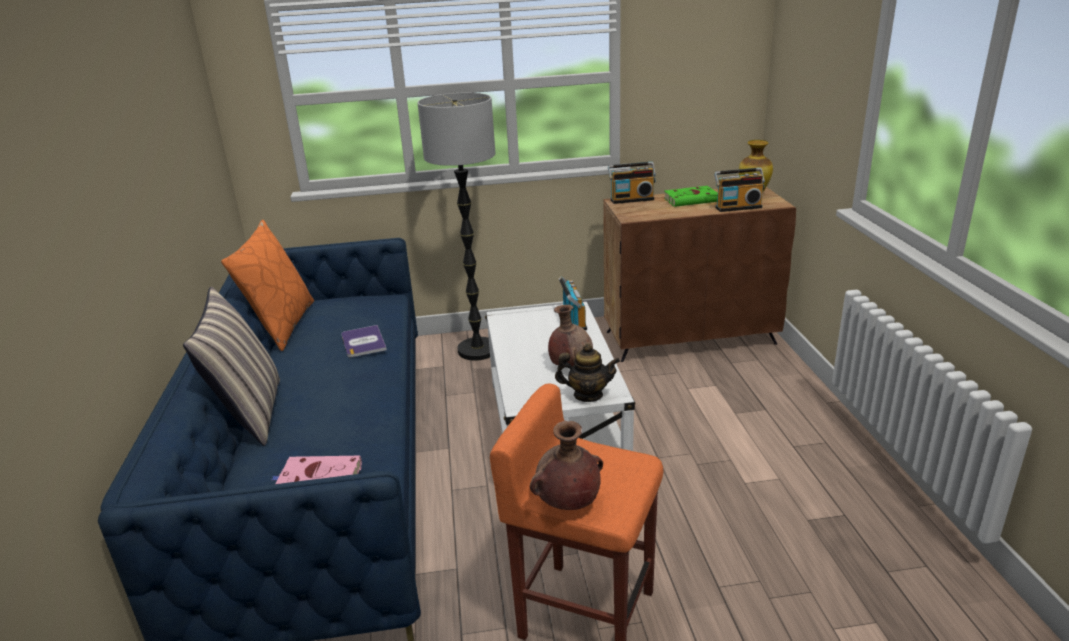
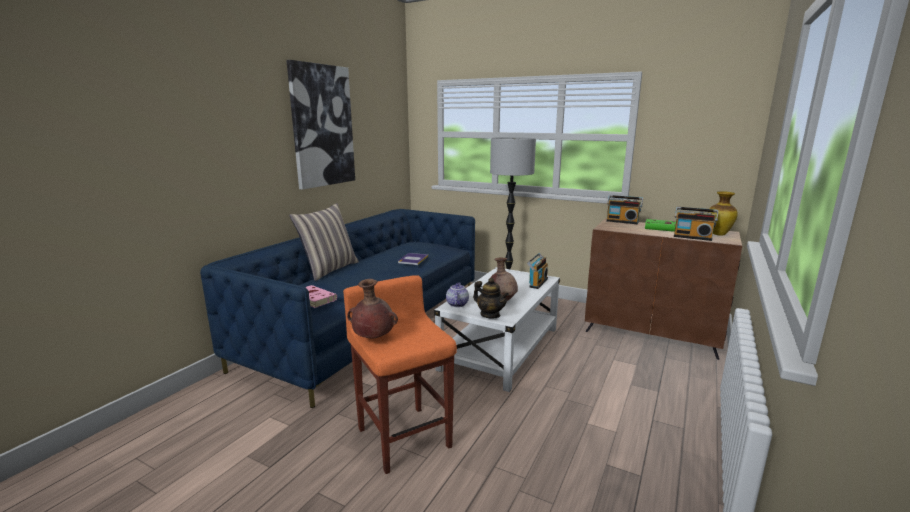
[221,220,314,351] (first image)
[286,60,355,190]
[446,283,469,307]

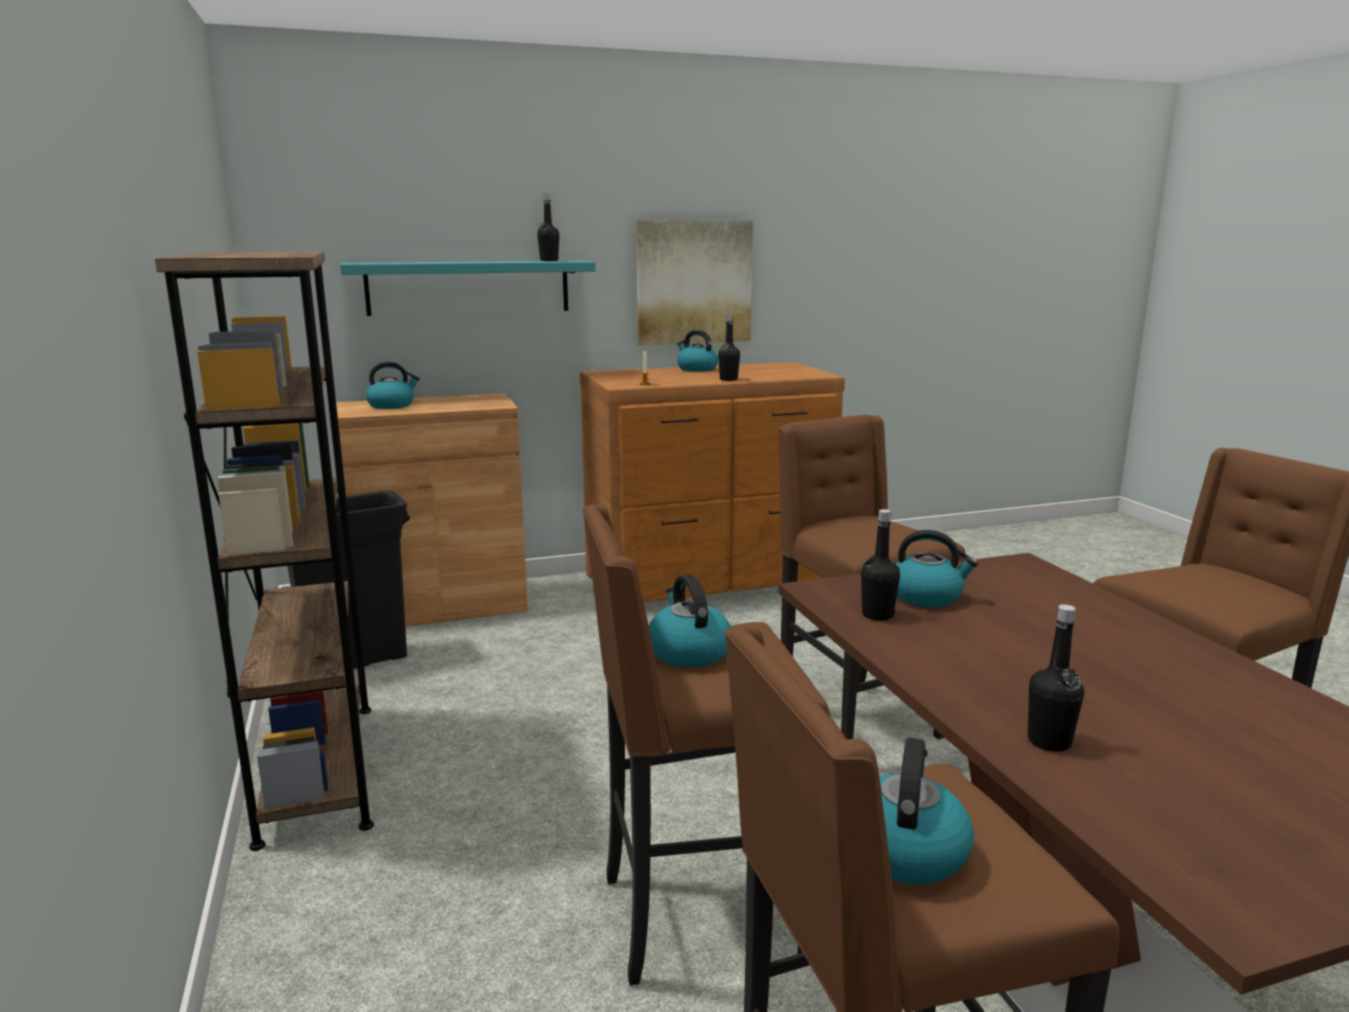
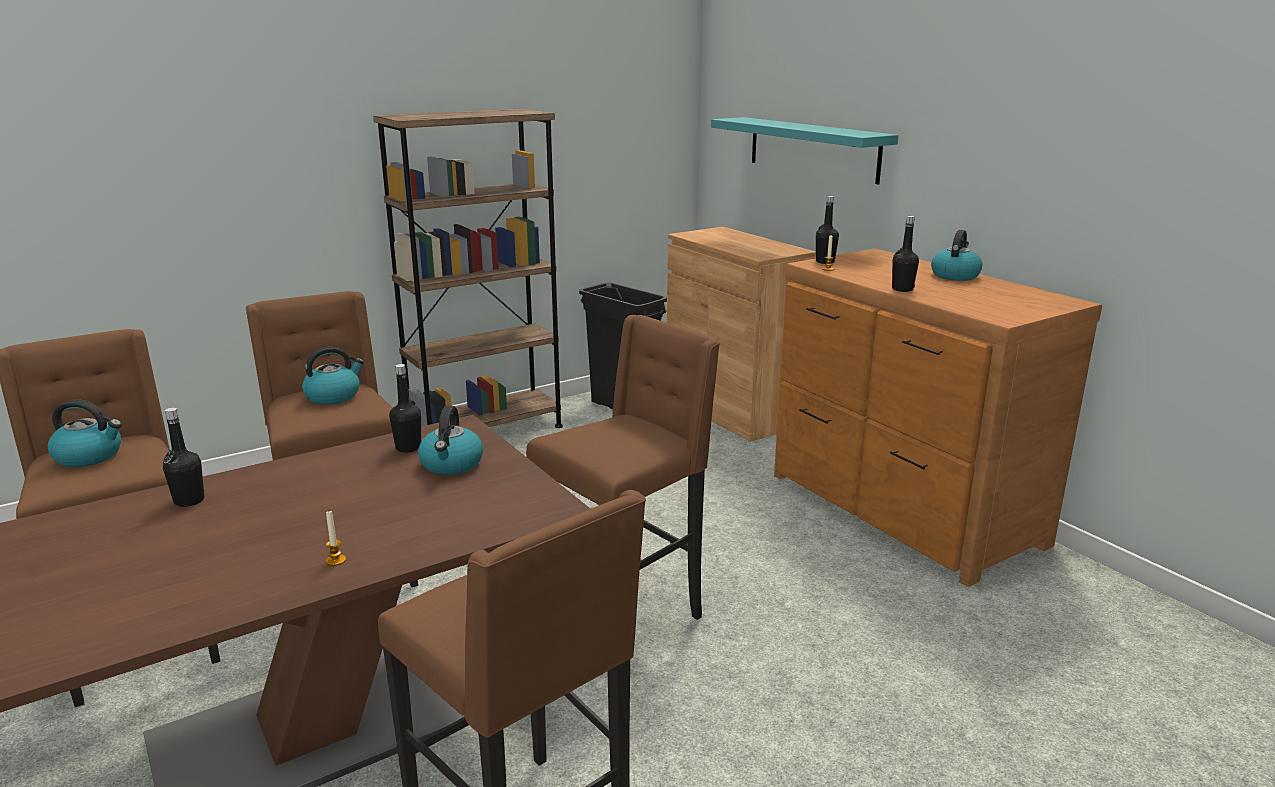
[366,362,420,409] (first image)
[636,220,753,345] (first image)
[326,511,346,566]
[816,196,839,264]

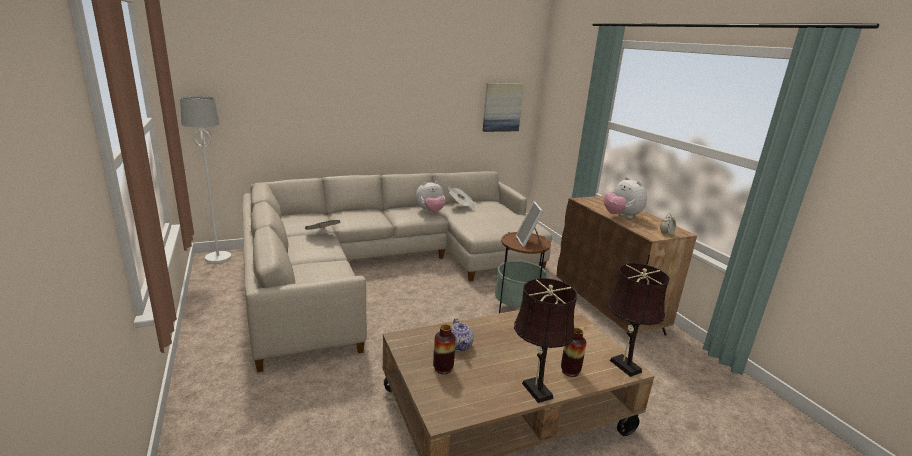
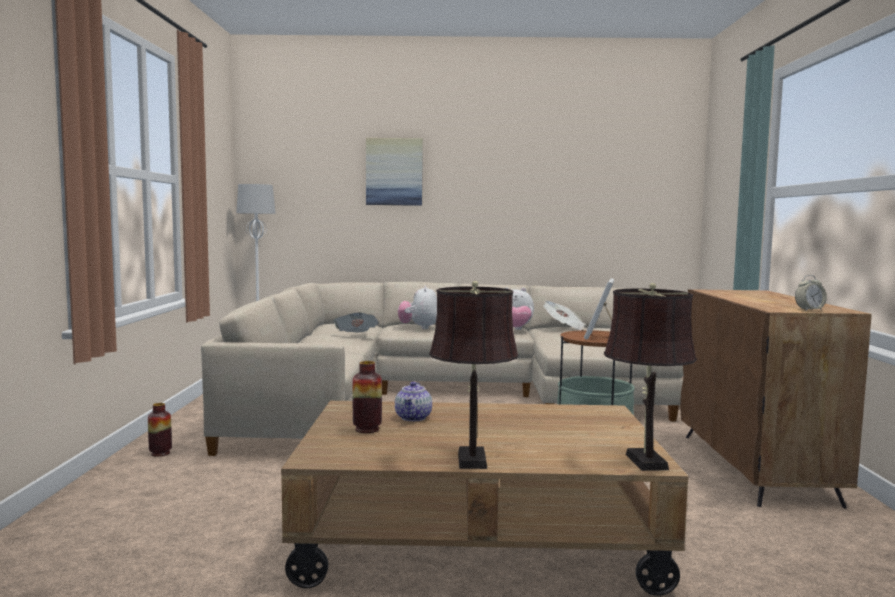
[366,138,423,206]
[148,403,172,457]
[398,286,437,329]

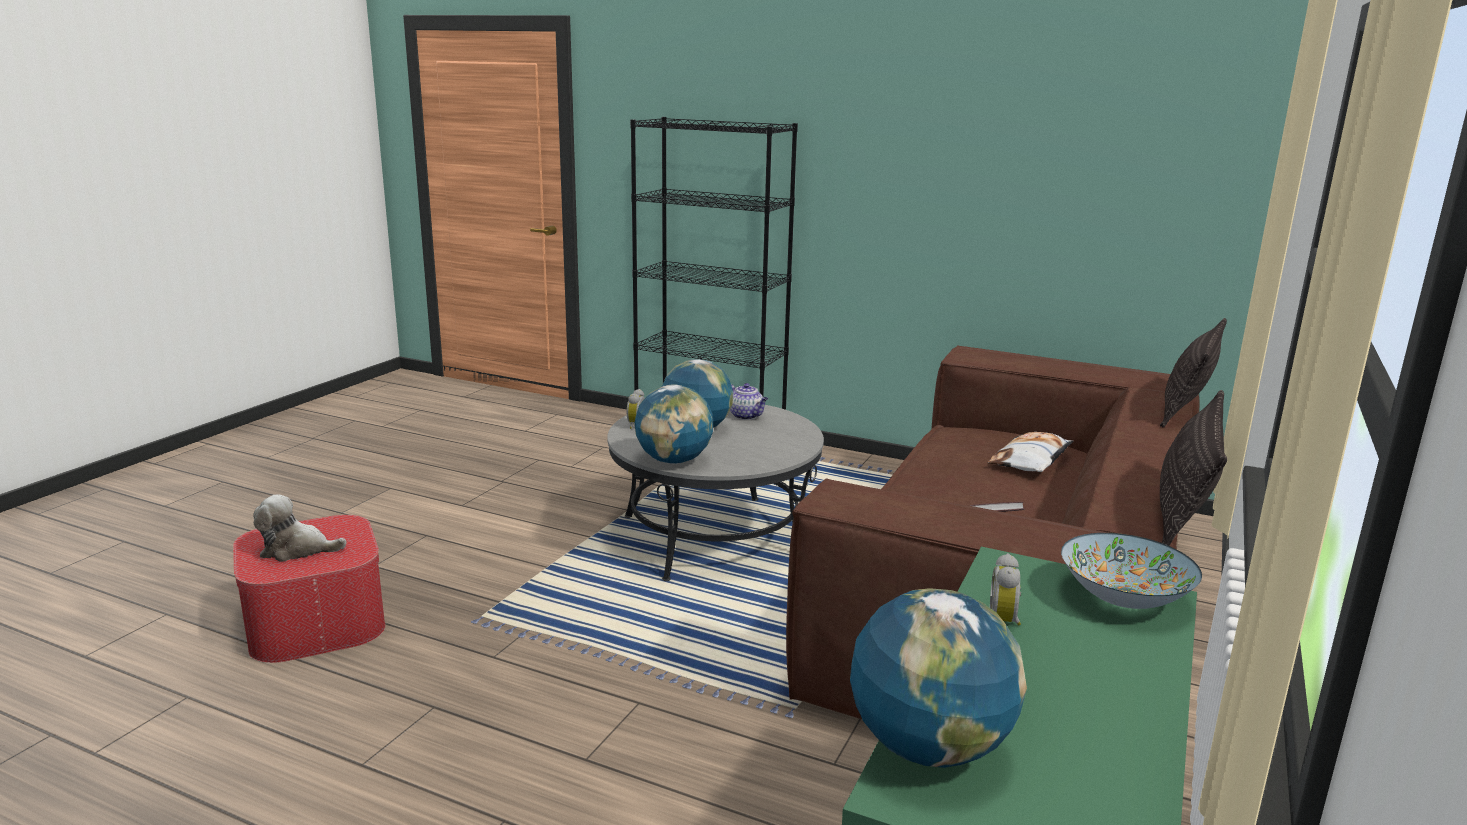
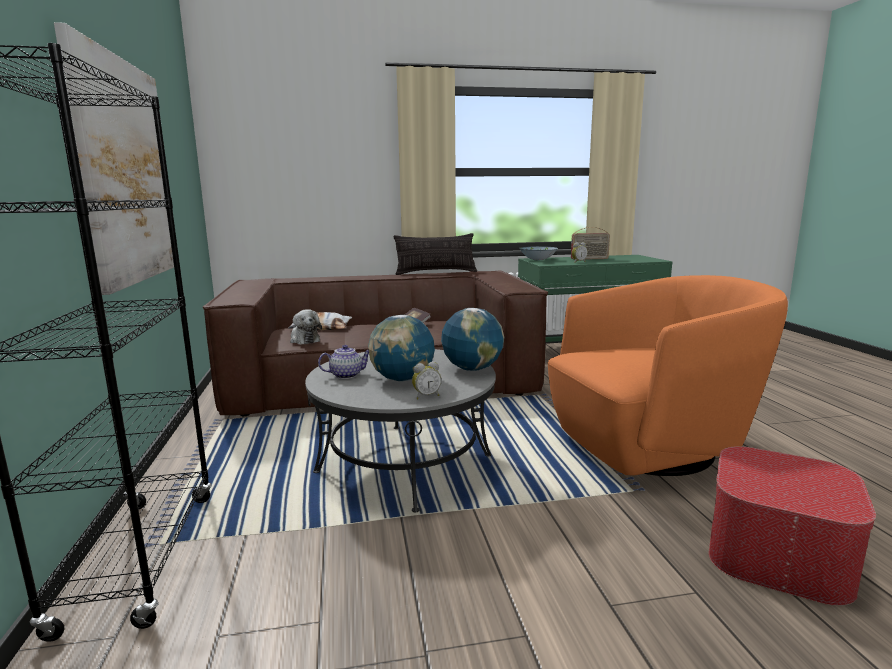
[850,588,1027,768] (first image)
[1160,318,1227,427] (first image)
[54,22,174,295]
[548,275,788,476]
[571,227,610,260]
[290,310,322,344]
[318,345,369,379]

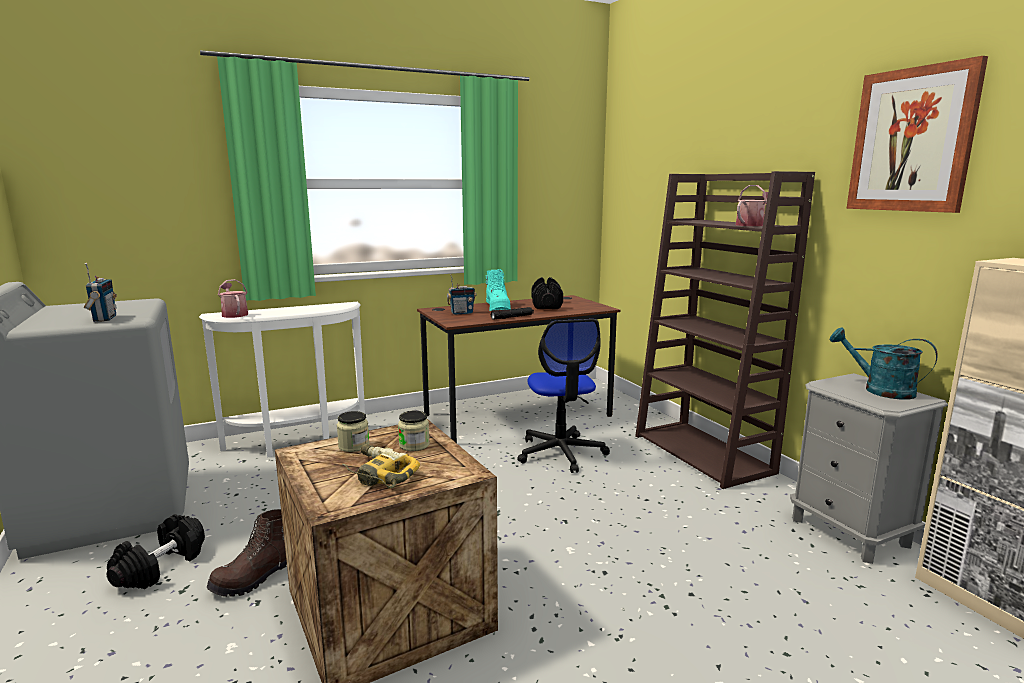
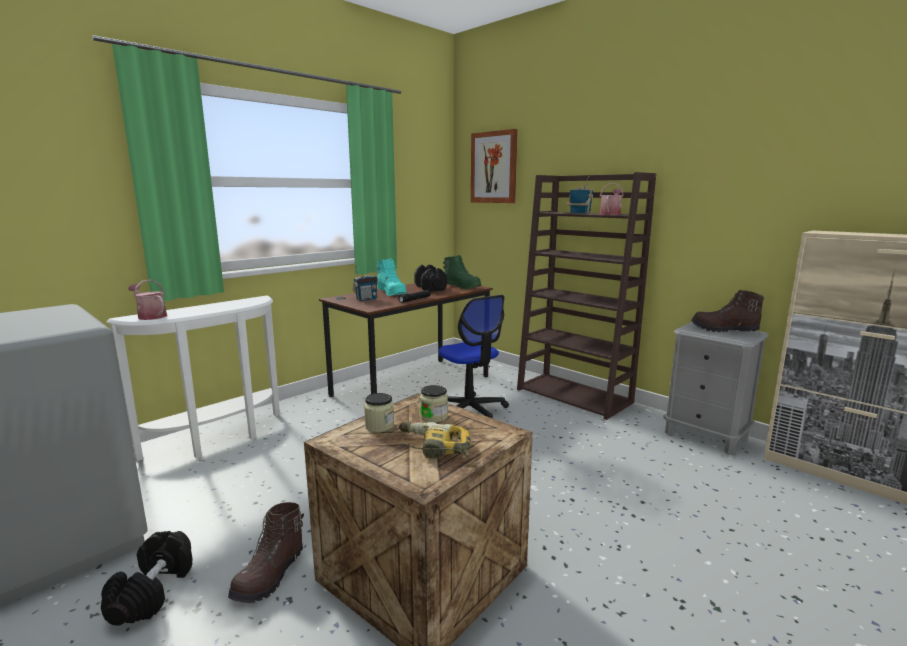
[443,255,481,289]
[567,176,593,213]
[471,129,518,203]
[691,290,764,332]

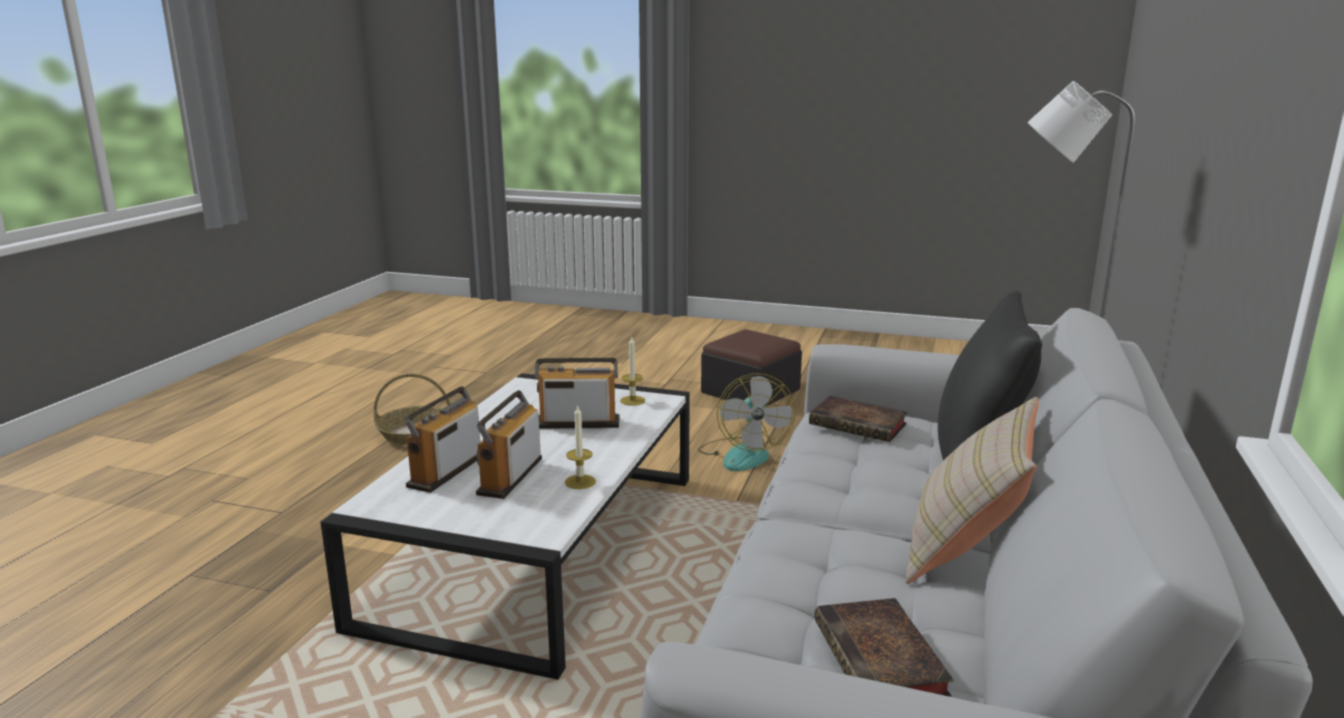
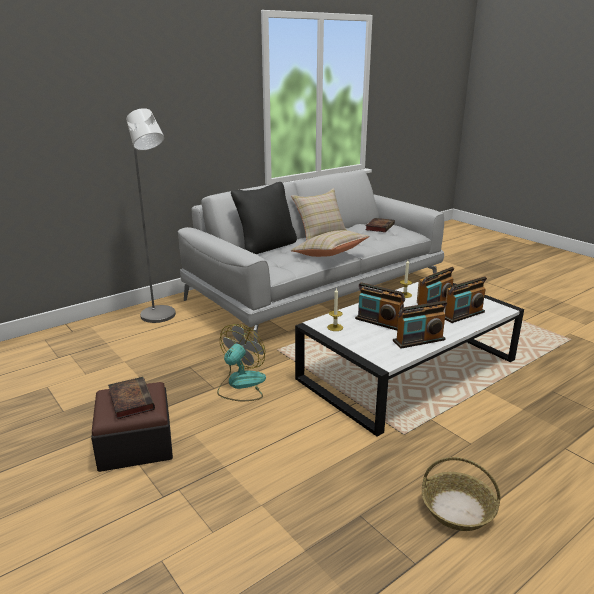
[291,230,370,257]
[393,301,447,349]
[108,377,155,419]

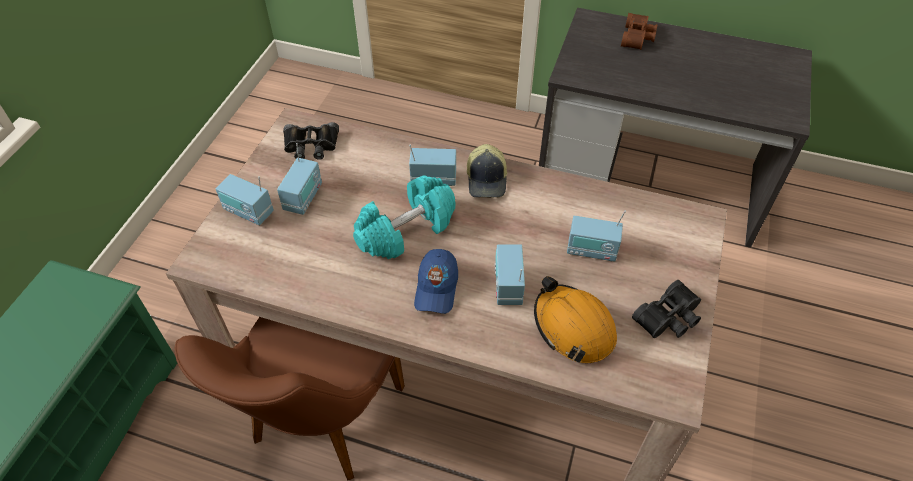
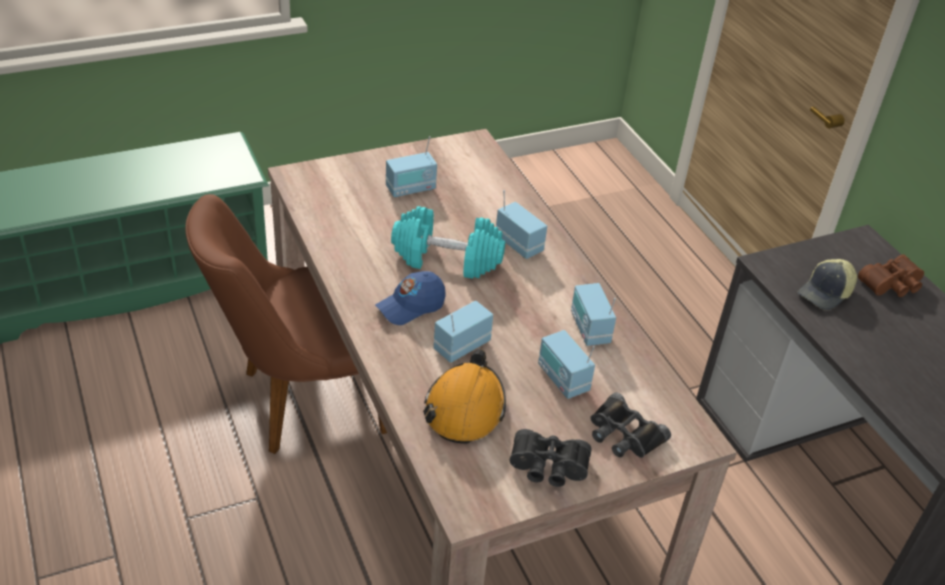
[571,283,616,346]
[590,392,671,458]
[797,259,857,310]

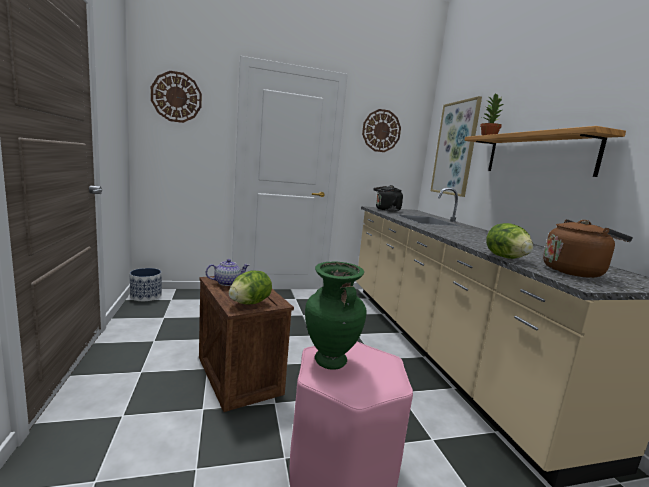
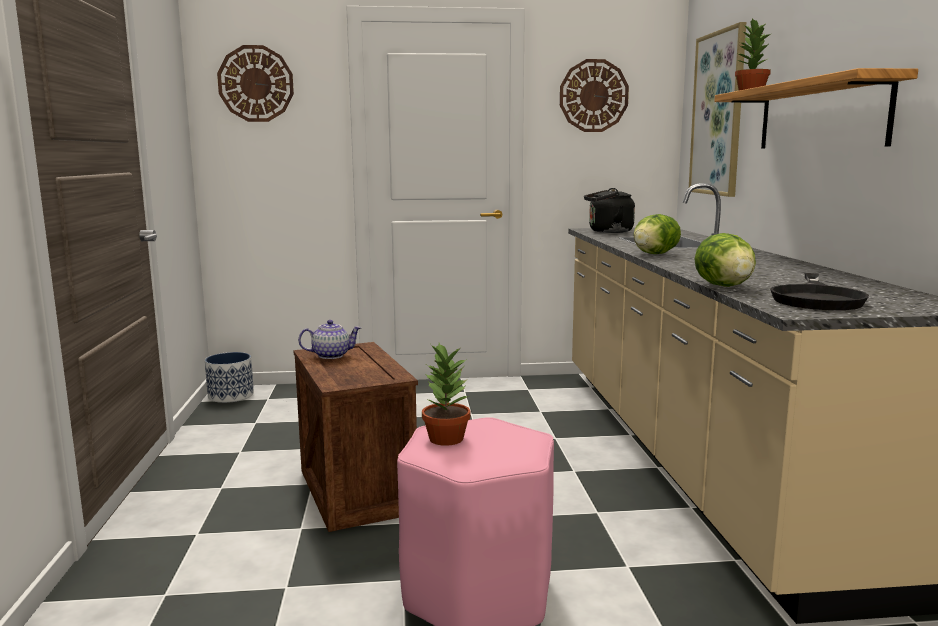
[634,214,681,254]
[422,343,470,446]
[770,273,869,310]

